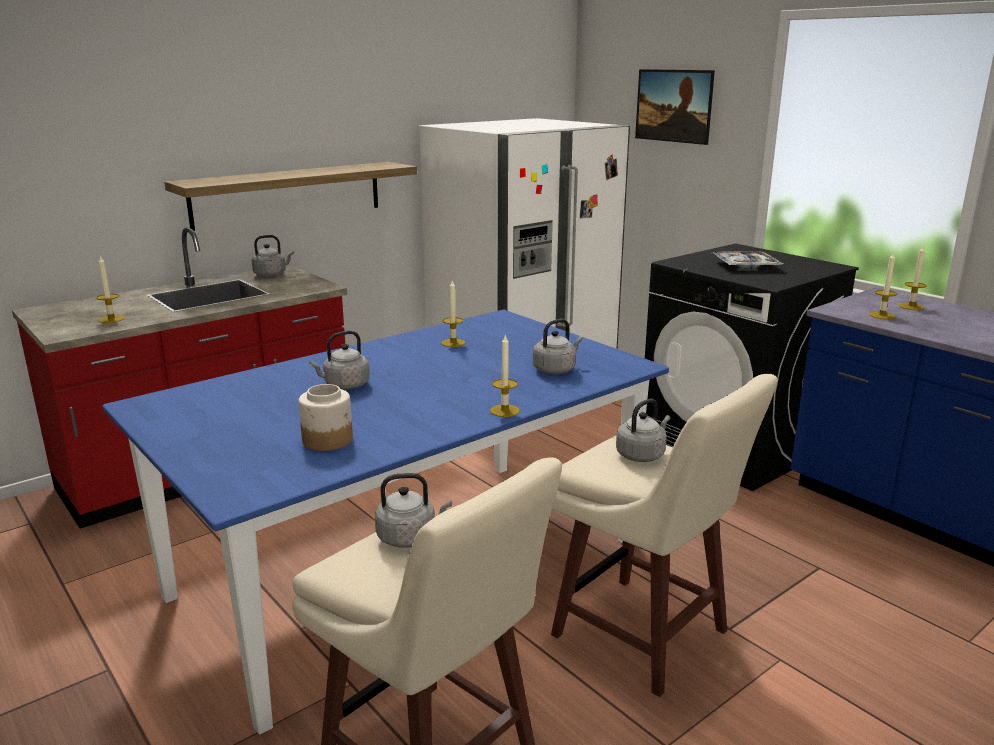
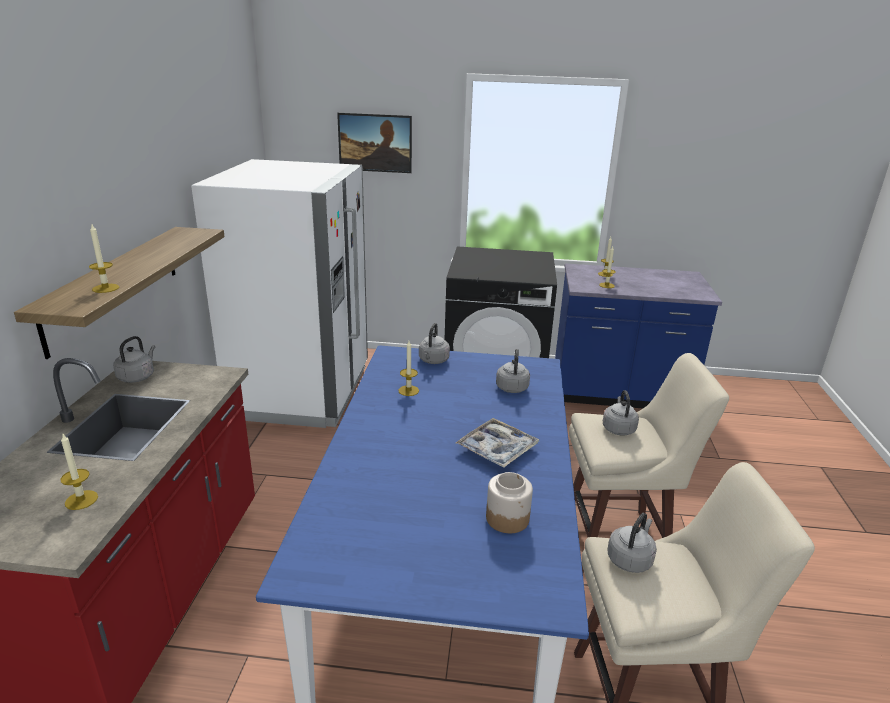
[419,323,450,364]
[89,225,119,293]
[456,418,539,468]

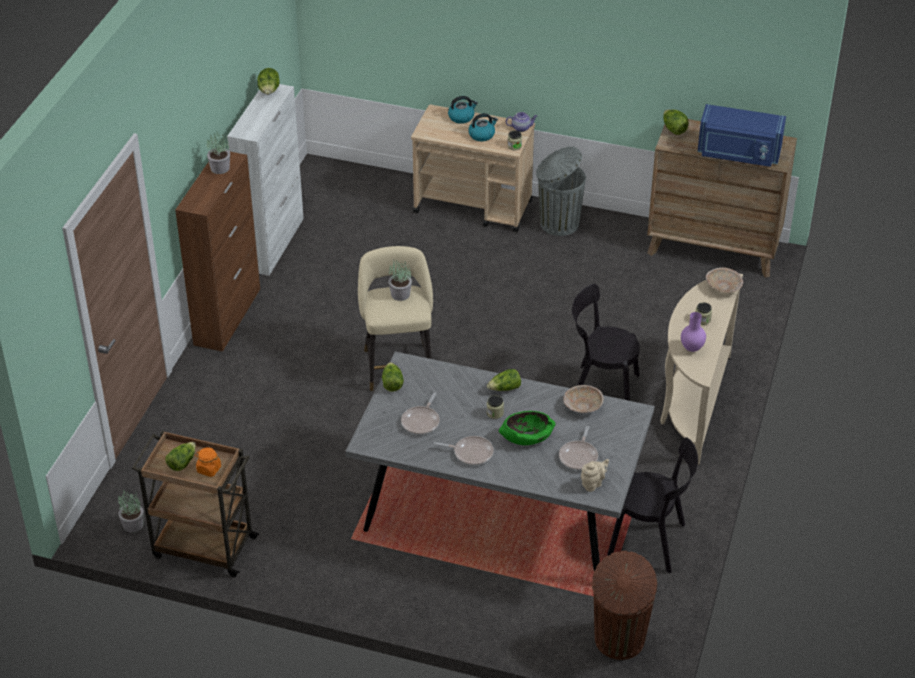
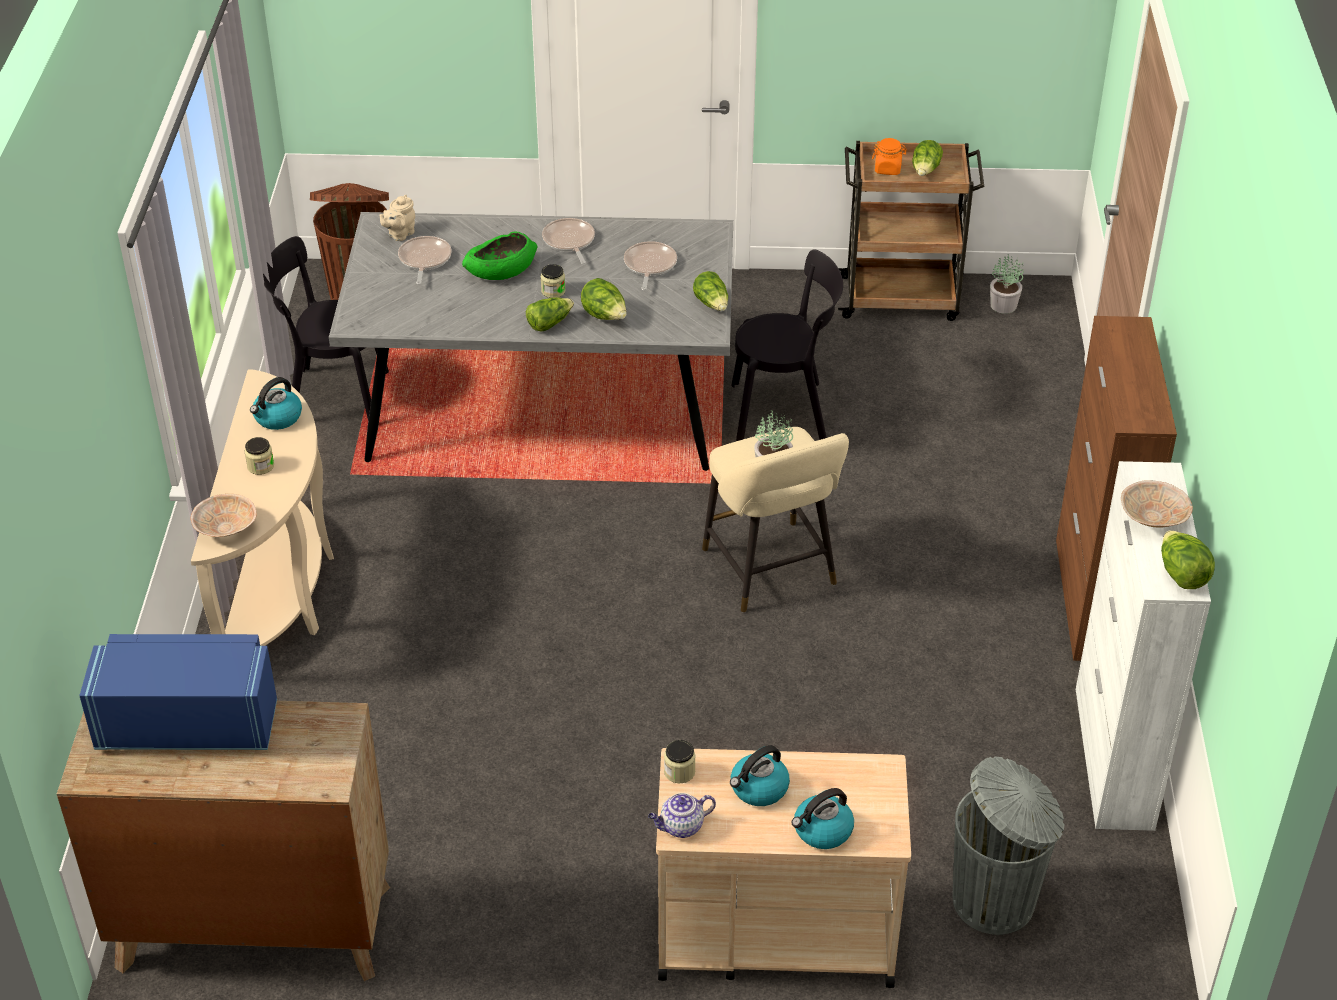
[206,131,230,174] (first image)
[953,756,1065,935]
[1121,480,1193,527]
[731,249,843,441]
[581,278,627,320]
[250,377,302,430]
[542,218,595,264]

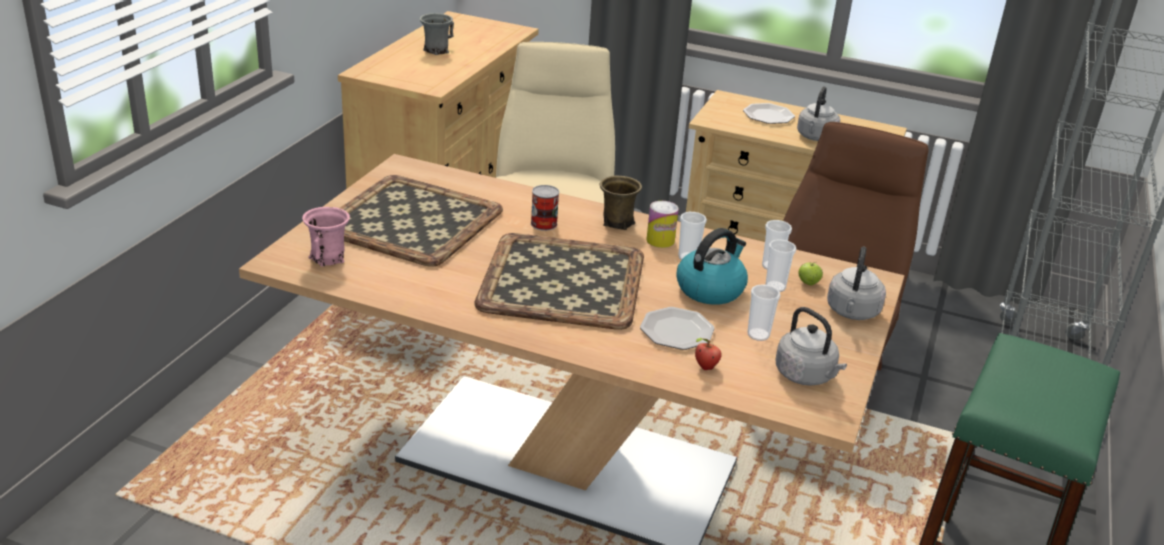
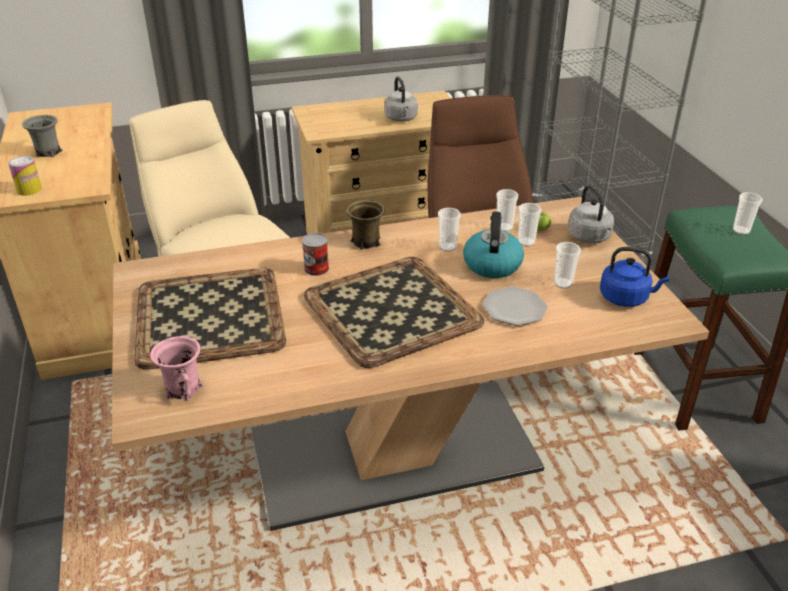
[695,338,722,370] (first image)
[743,103,795,124] (first image)
[733,192,762,235]
[8,156,42,195]
[600,247,670,307]

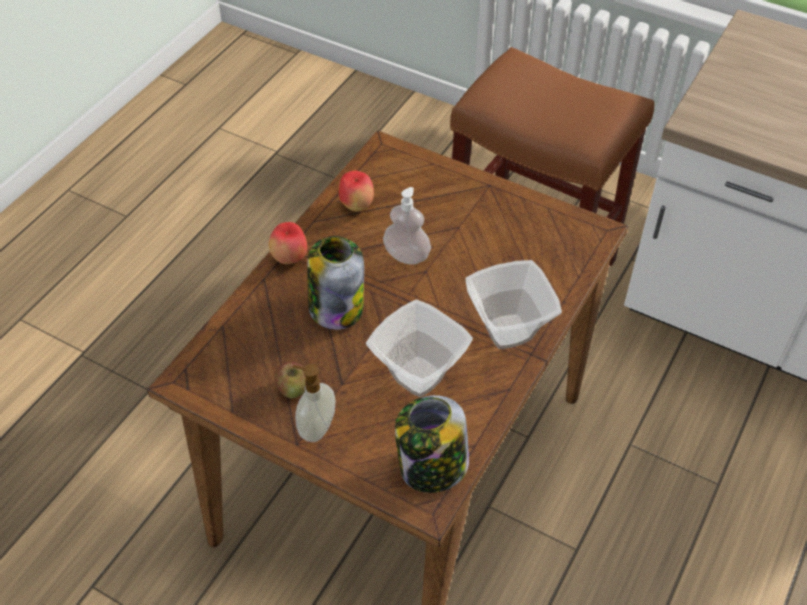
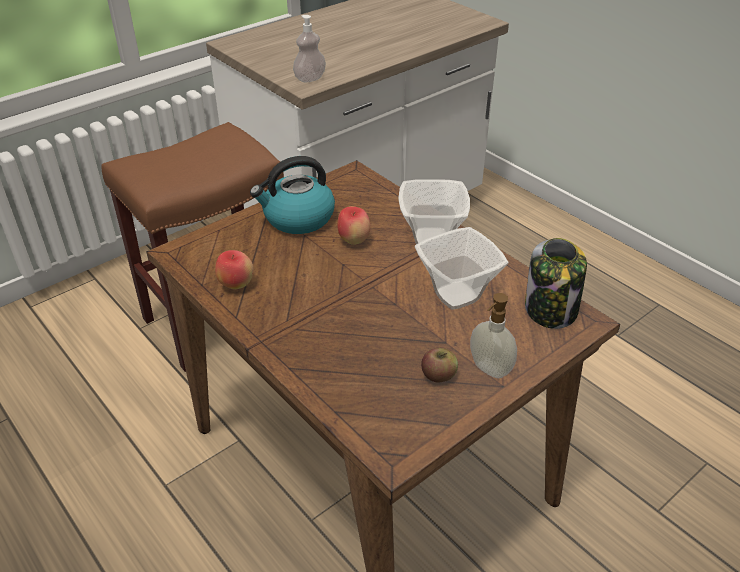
[307,236,364,330] (first image)
[250,156,335,234]
[337,206,370,245]
[293,15,326,82]

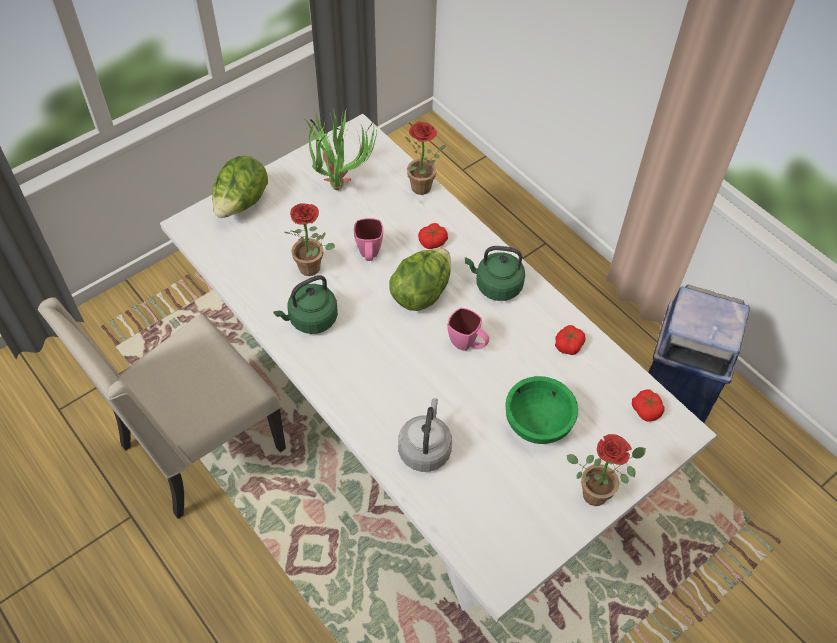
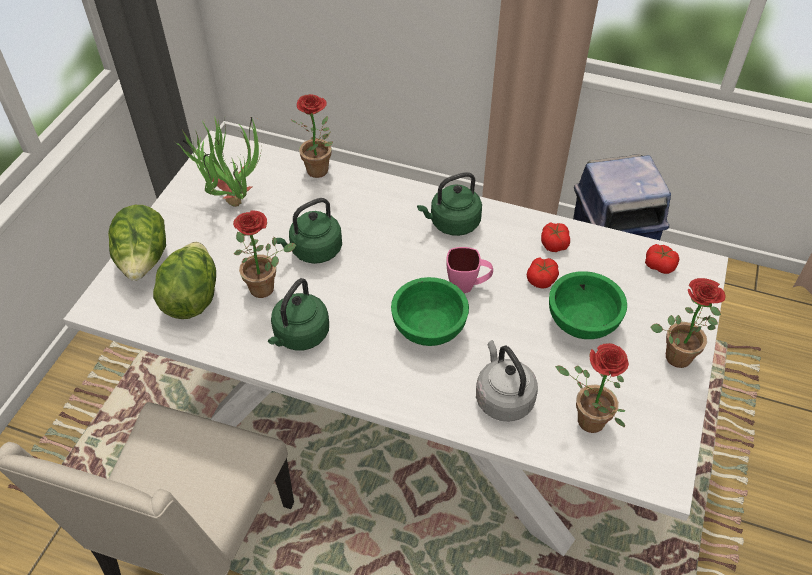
[391,277,469,346]
[555,343,629,433]
[153,242,216,319]
[527,257,559,289]
[276,198,342,264]

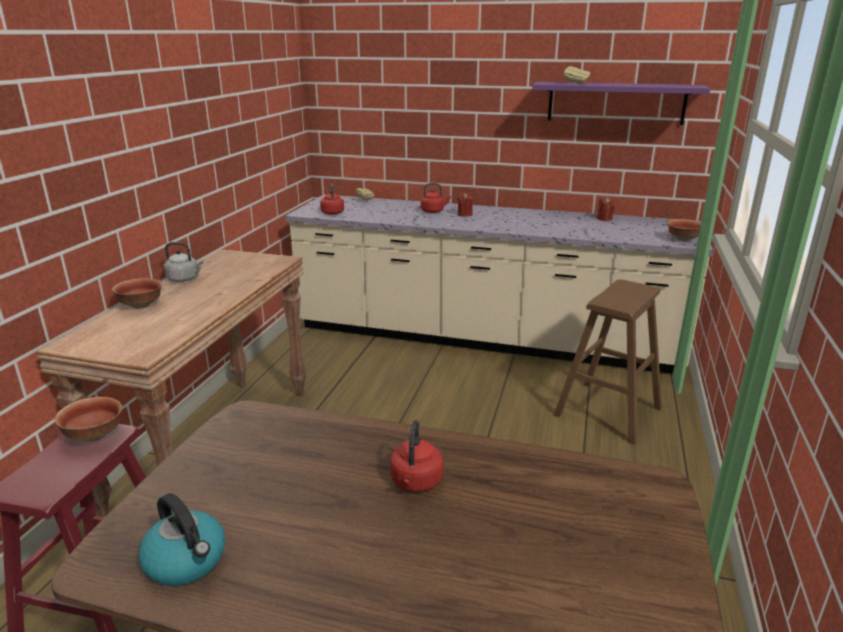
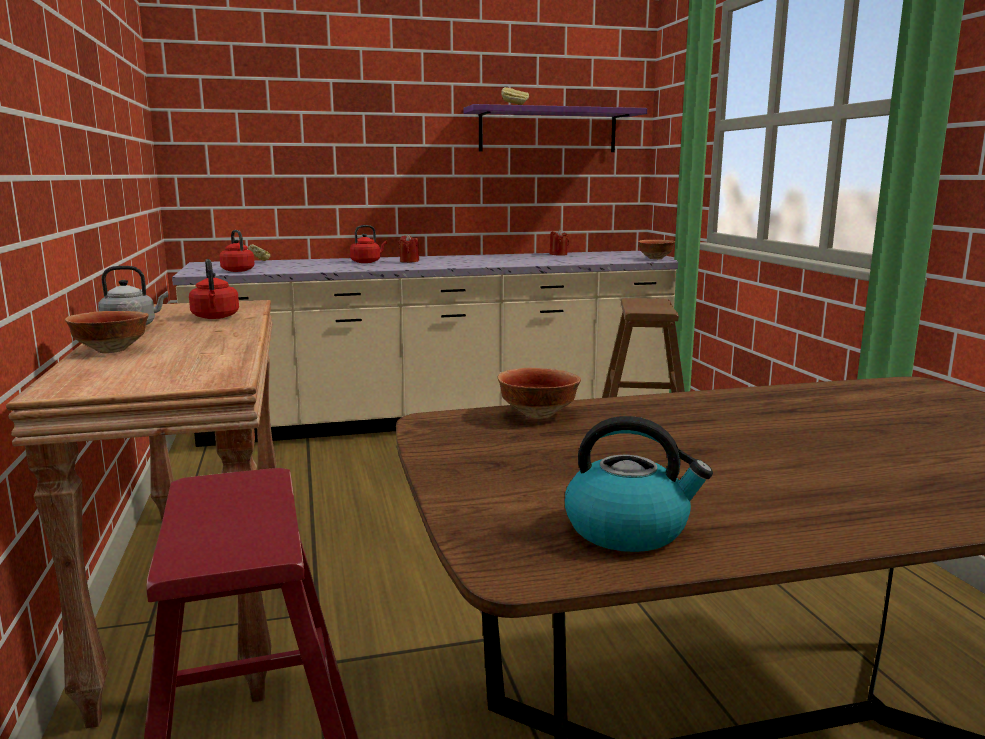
[498,368,581,419]
[189,259,239,319]

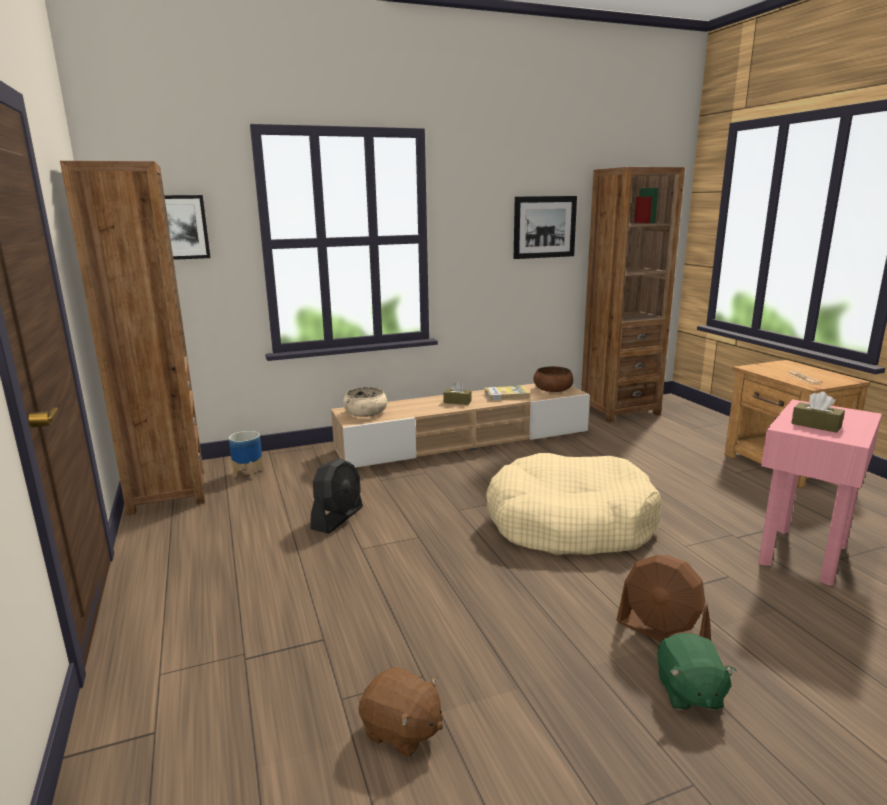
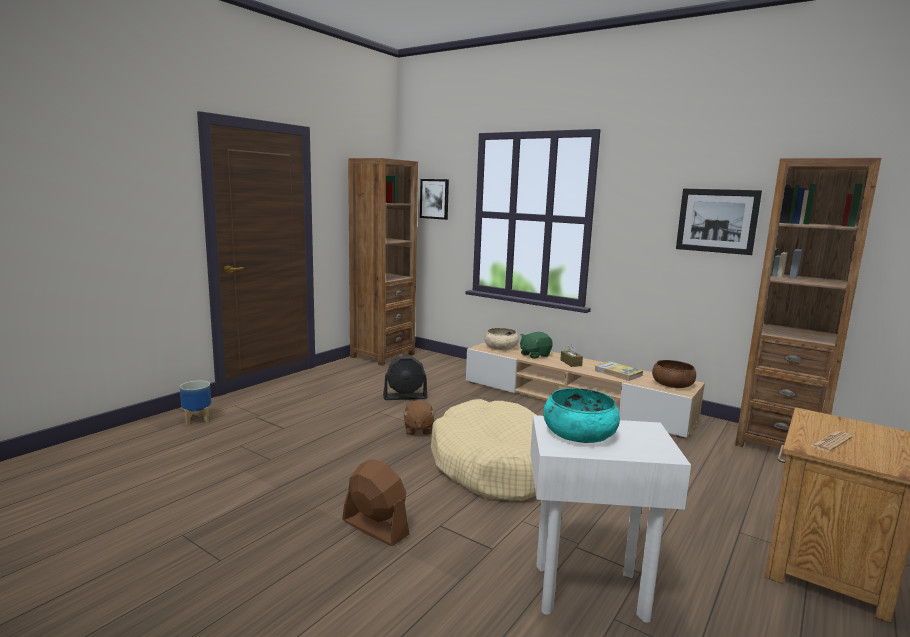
[180,381,211,425]
[403,400,436,435]
[520,332,553,359]
[543,388,620,443]
[530,415,691,623]
[342,459,410,546]

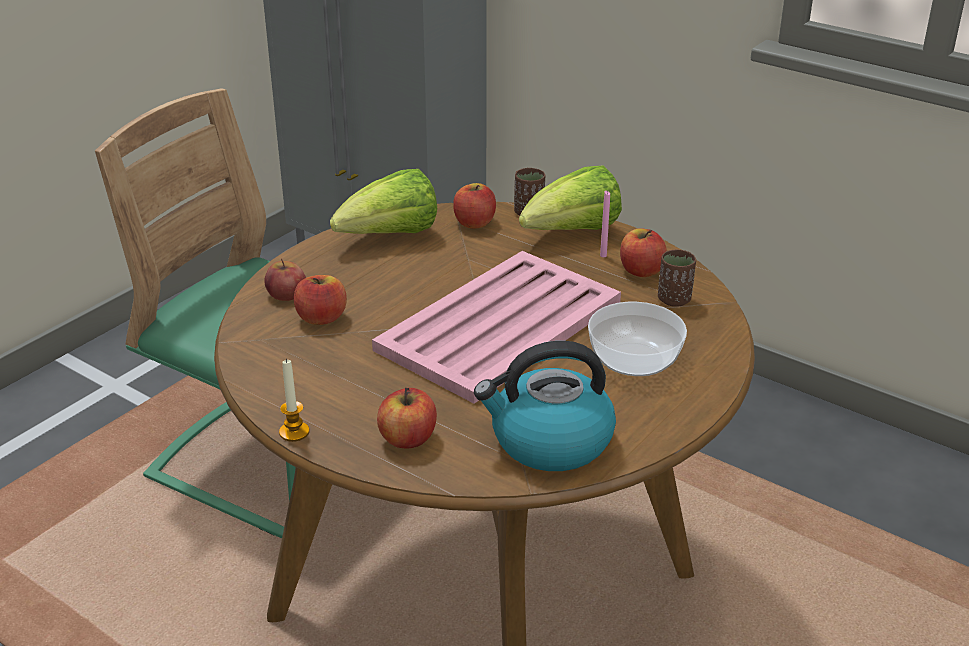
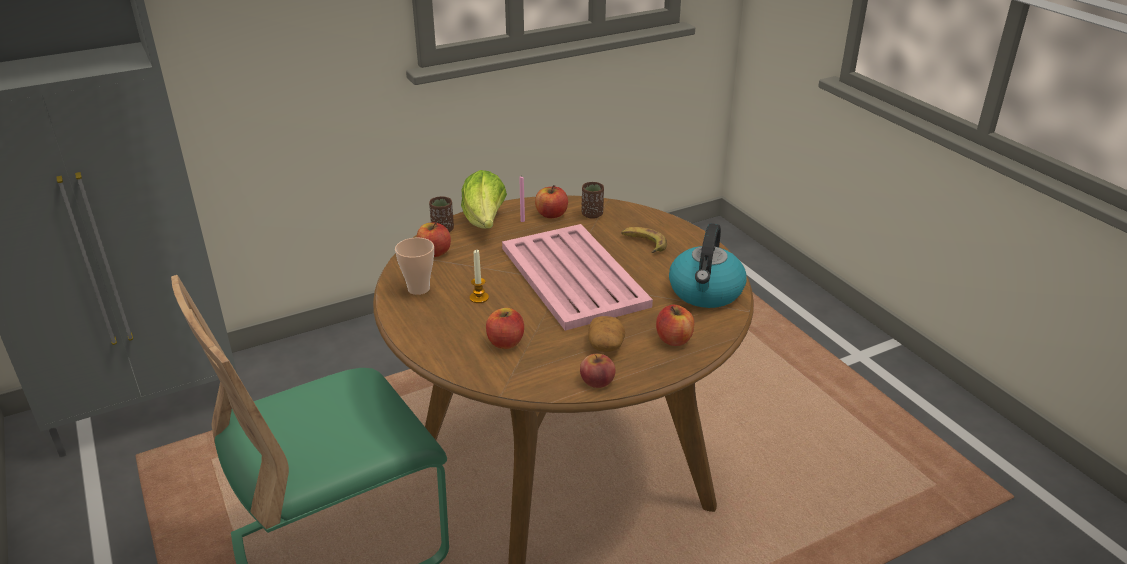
[588,316,625,352]
[580,354,616,388]
[470,250,489,303]
[395,238,434,295]
[621,227,667,253]

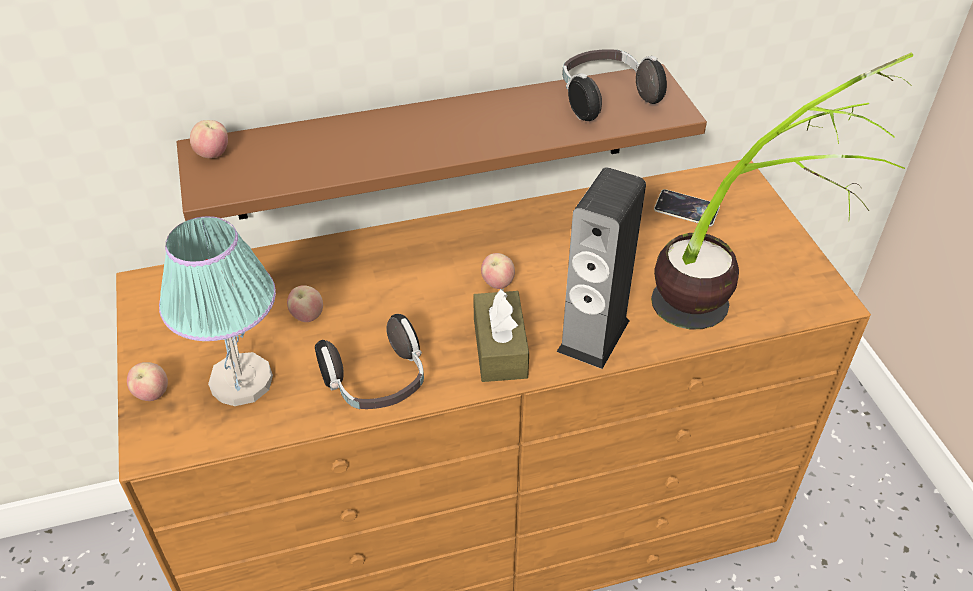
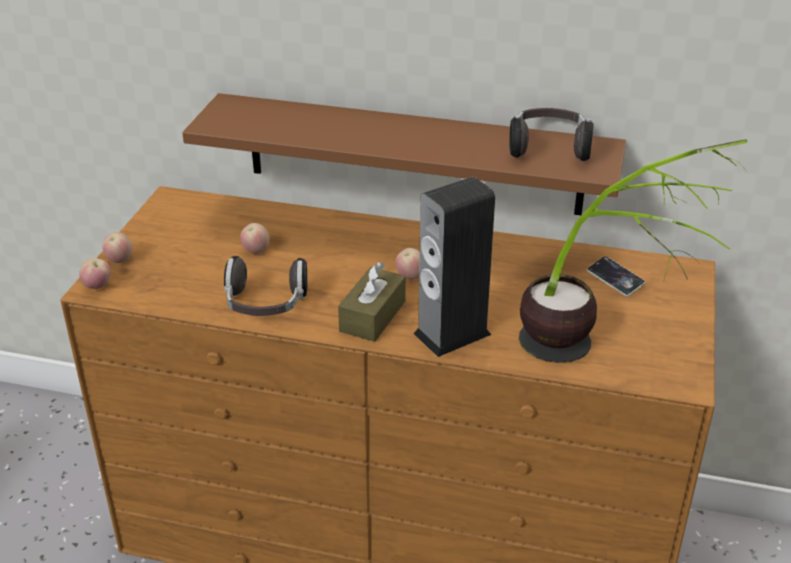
[159,216,276,406] (first image)
[79,258,111,289]

